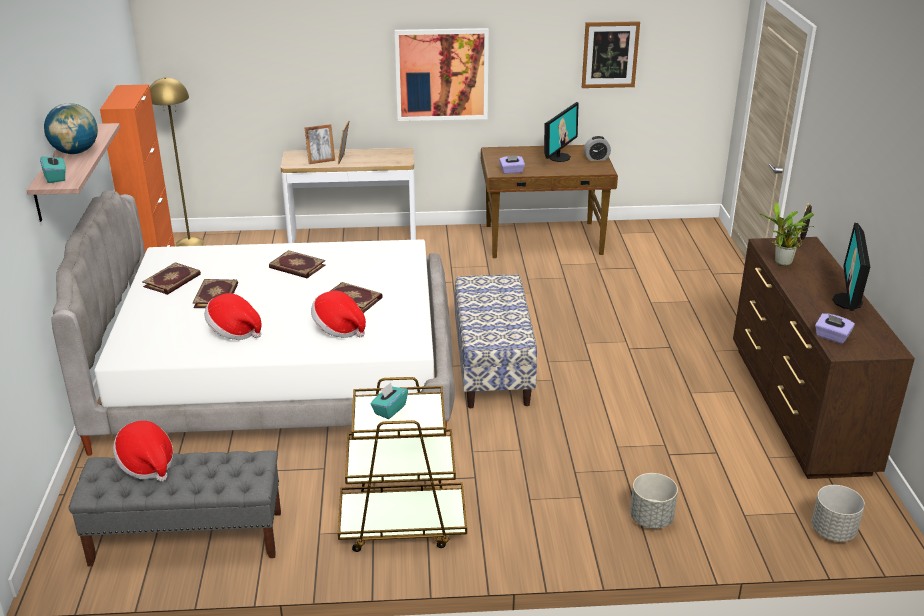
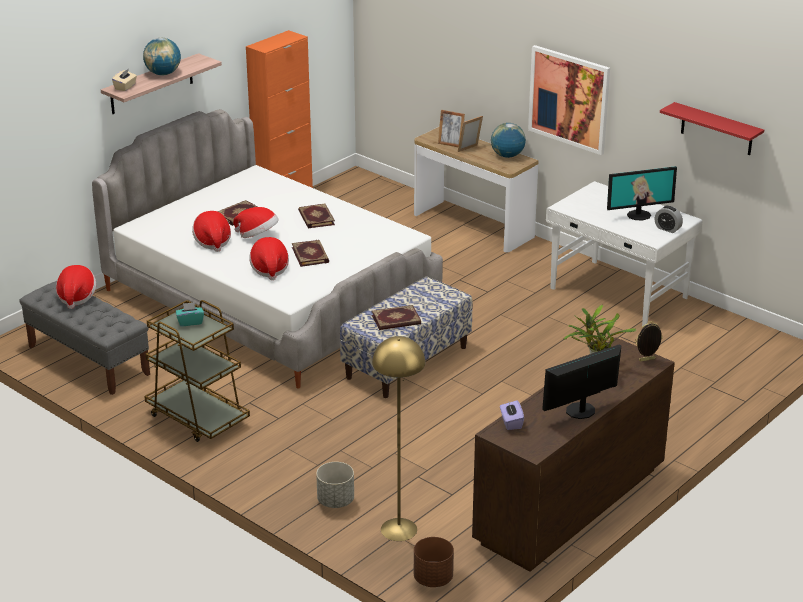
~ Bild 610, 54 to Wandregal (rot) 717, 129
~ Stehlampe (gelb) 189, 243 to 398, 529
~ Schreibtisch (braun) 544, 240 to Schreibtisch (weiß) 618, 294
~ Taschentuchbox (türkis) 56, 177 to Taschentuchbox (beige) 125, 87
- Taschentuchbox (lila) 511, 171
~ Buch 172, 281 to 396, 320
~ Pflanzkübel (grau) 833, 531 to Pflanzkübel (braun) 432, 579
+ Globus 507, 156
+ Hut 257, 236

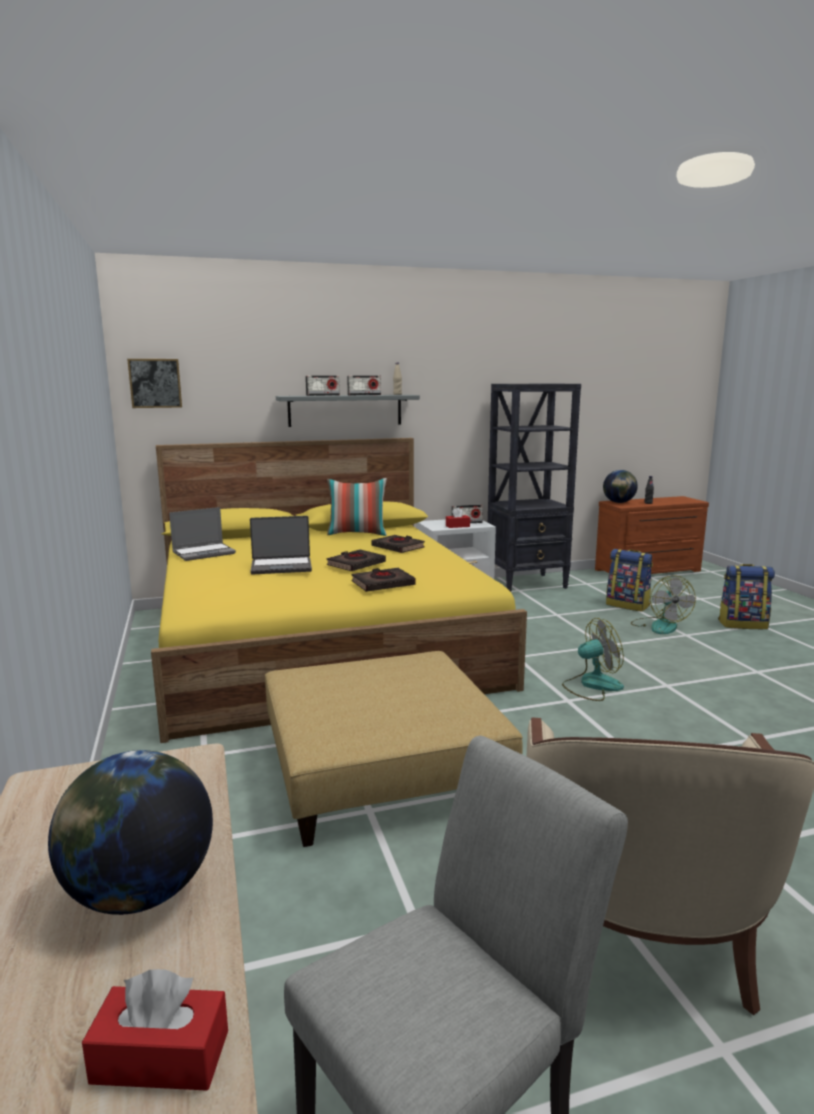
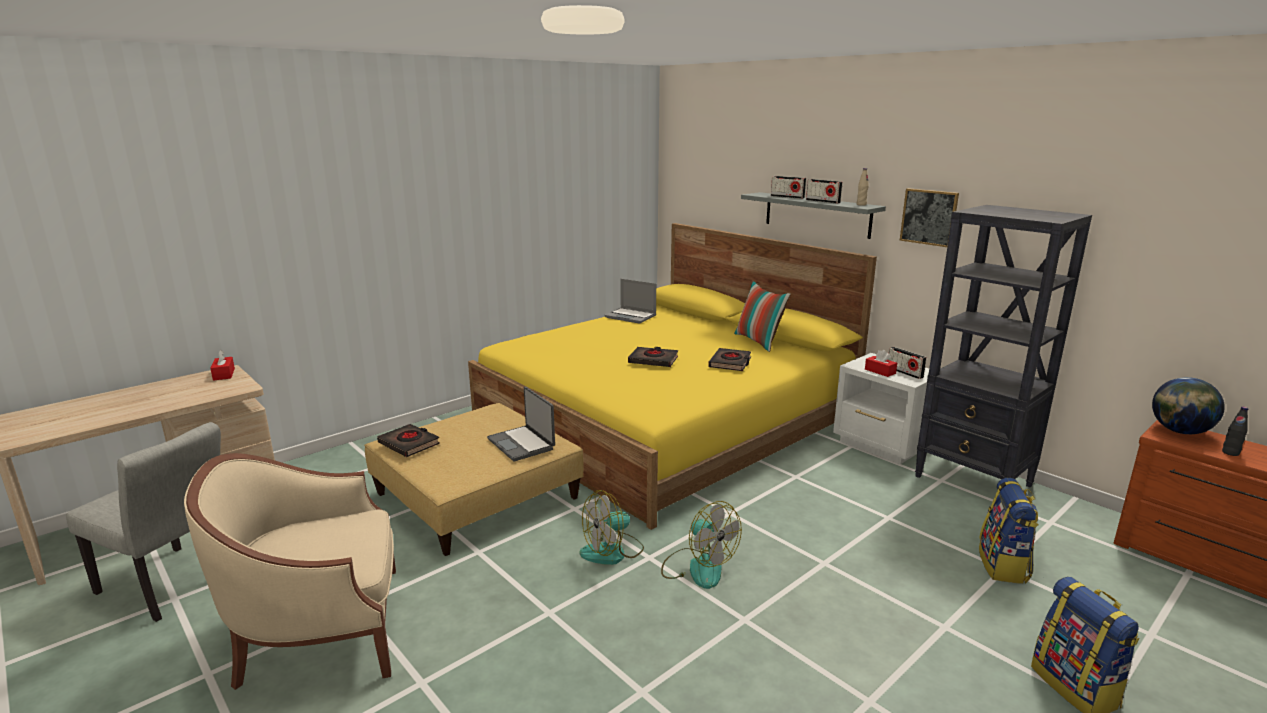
~ Bild 155, 383 to 929, 217
~ Laptop 281, 567 to 522, 444
~ Buch (schwarz) 383, 584 to 409, 444
~ Ventilator 659, 625 to 612, 551
- Globus 140, 893
~ Taschentuchbox (rot) 160, 1057 to 224, 374

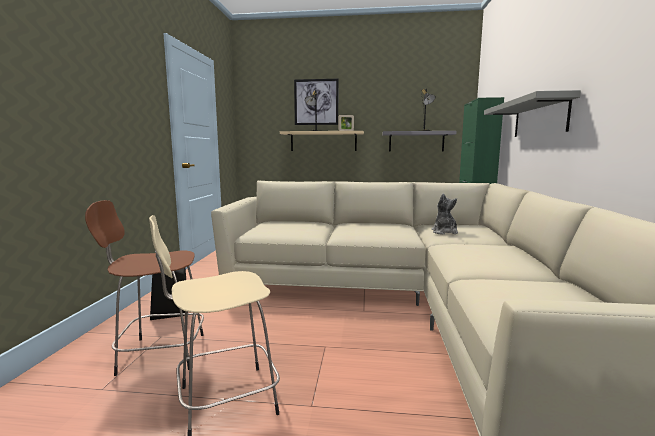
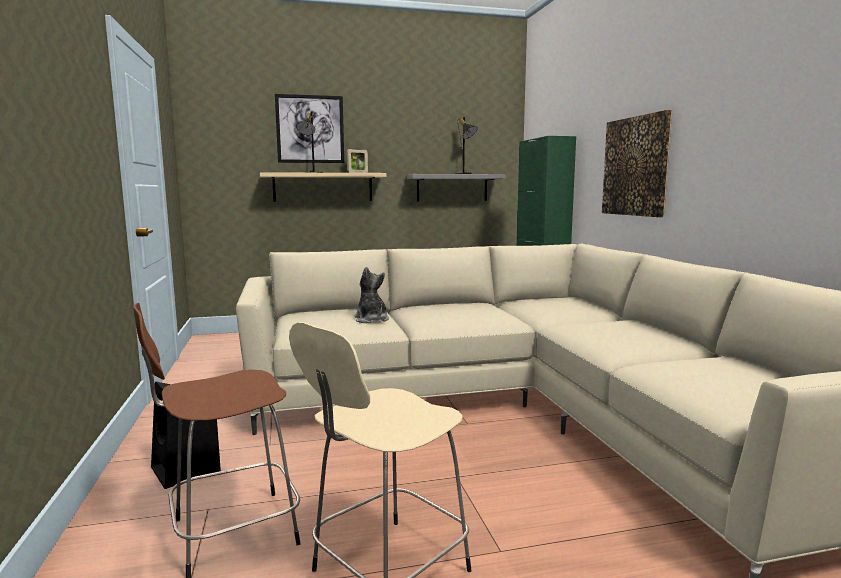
~ Wandregal (grau) 539, 118 to Bild 636, 166
~ Plüschtier 444, 232 to 371, 320

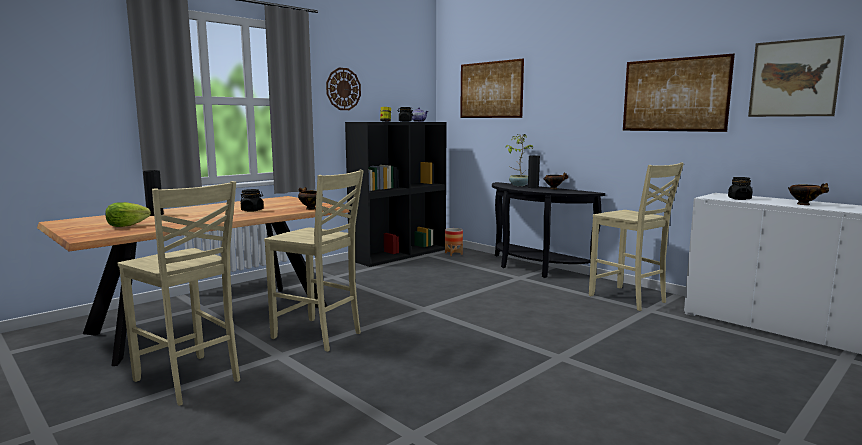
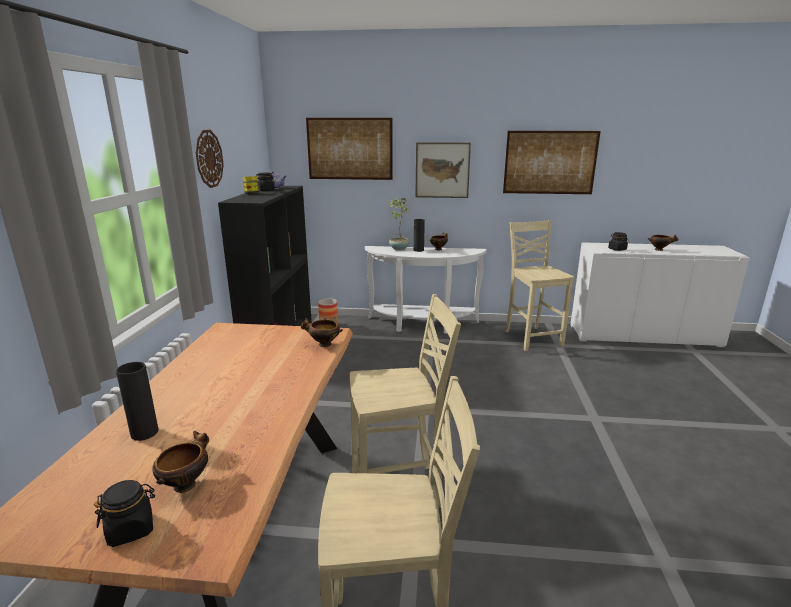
~ Bild 794, 78 to 442, 170
~ Stuhl (beige) 628, 299 = 532, 338 120 degrees counterclockwise
~ Konsolentisch (schwarz) 533, 269 to Konsolentisch (weiß) 422, 325
~ Vorratsglas (schwarz) 252, 210 to 131, 529
~ Salatkopf 126, 226 to Schüssel 186, 484

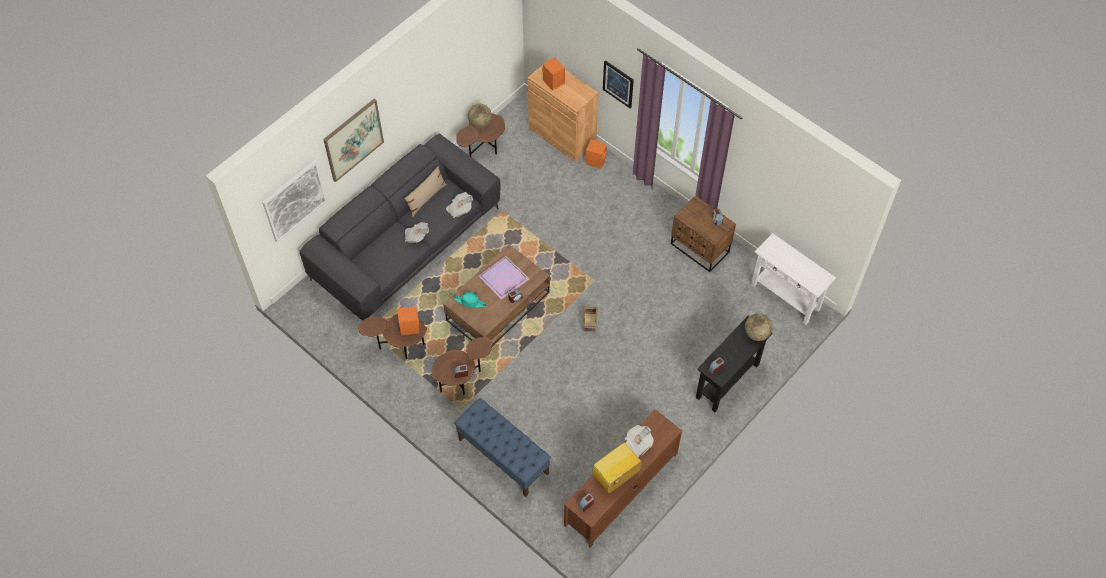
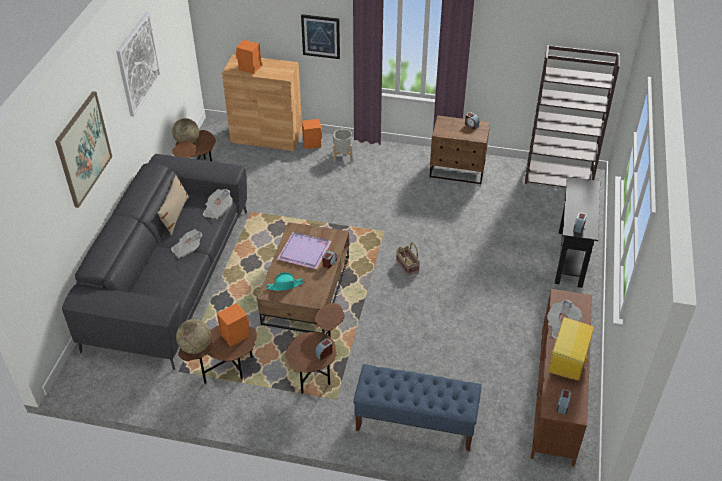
~ Bild 294, 200 to 138, 63
~ Konsolentisch (weiß) 785, 297 to Bücherregal (braun) 559, 176
~ Globus 756, 333 to 196, 347
+ Pflanzkübel (grau) 342, 155

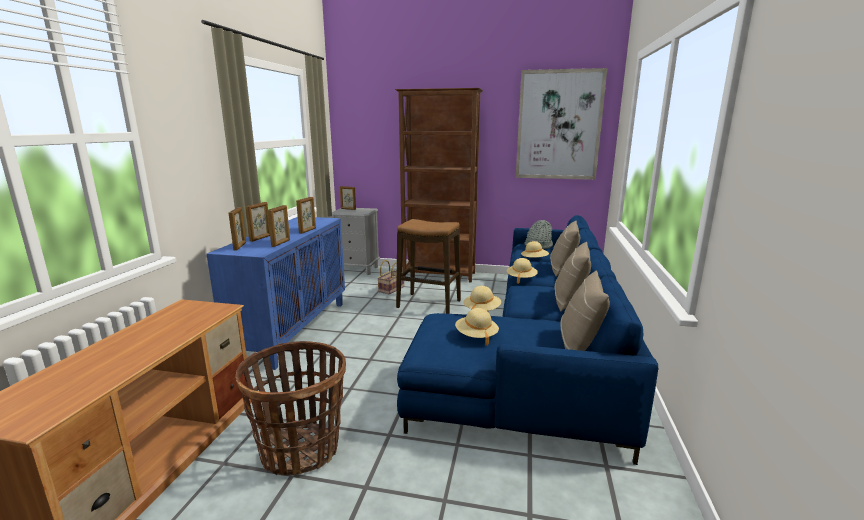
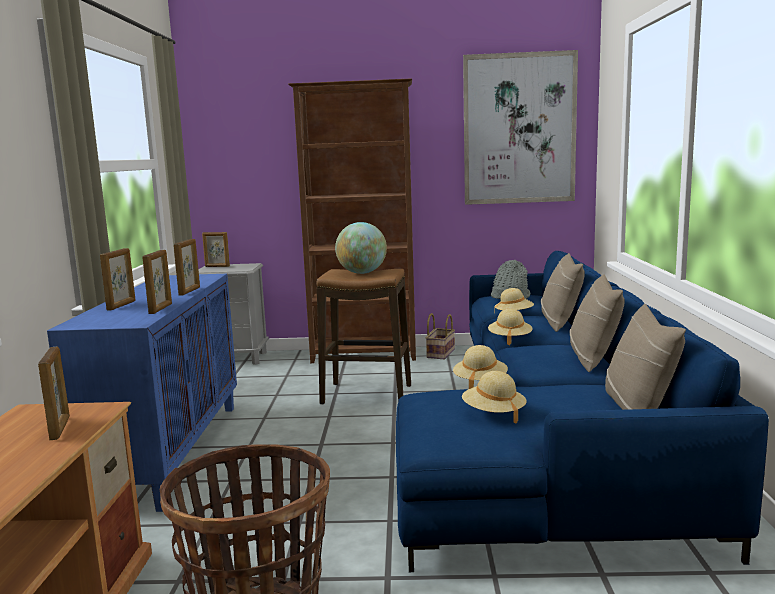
~ Bilderrahmen 240, 246 to 60, 428
~ Korb 391, 289 to 440, 353
+ Globus 362, 273

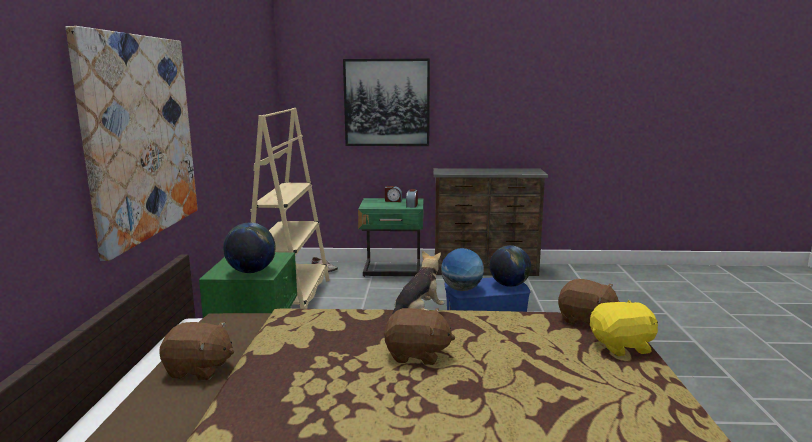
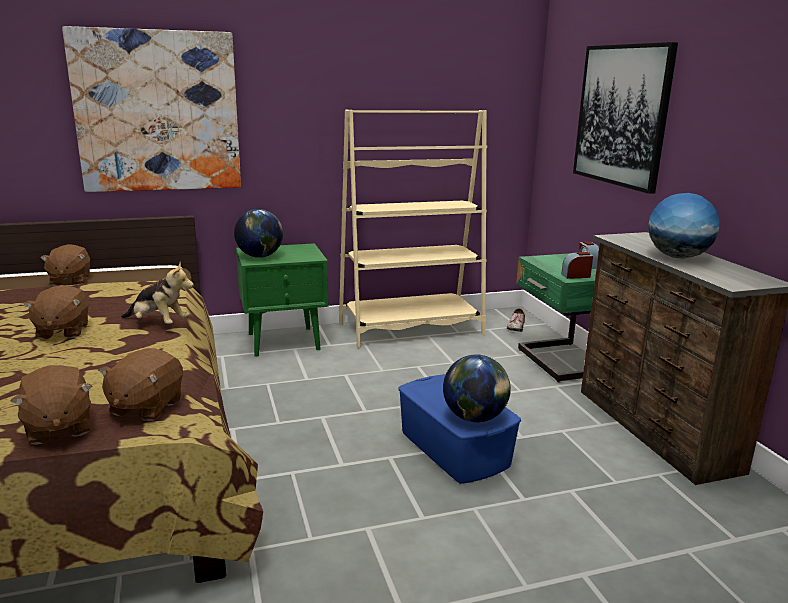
~ Globus 461, 289 to 677, 257
~ Plüschtier (gelb) 622, 346 to Plüschtier (braun) 58, 428

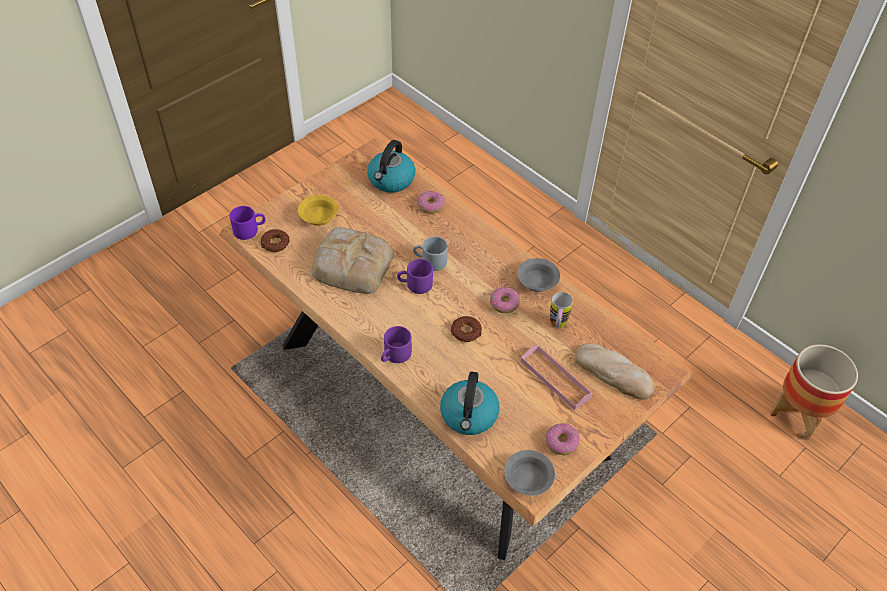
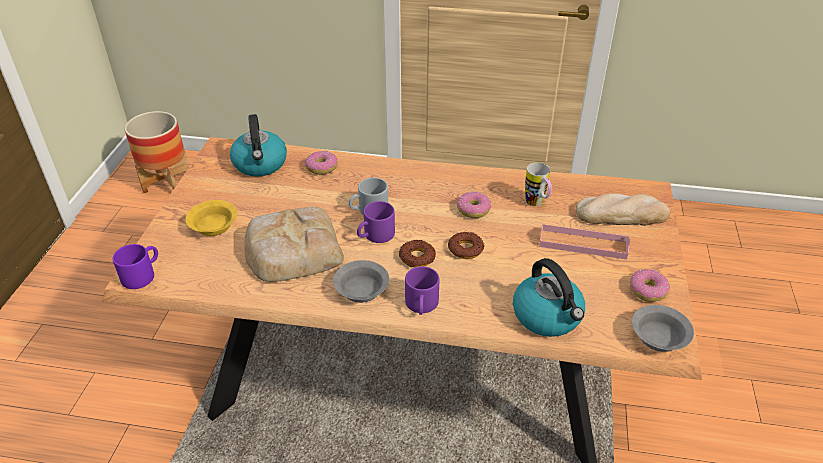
~ Donut 275, 243 to 417, 257
~ Schüssel (grau) 538, 282 to 363, 290
~ Pflanzkübel 799, 414 to 167, 183

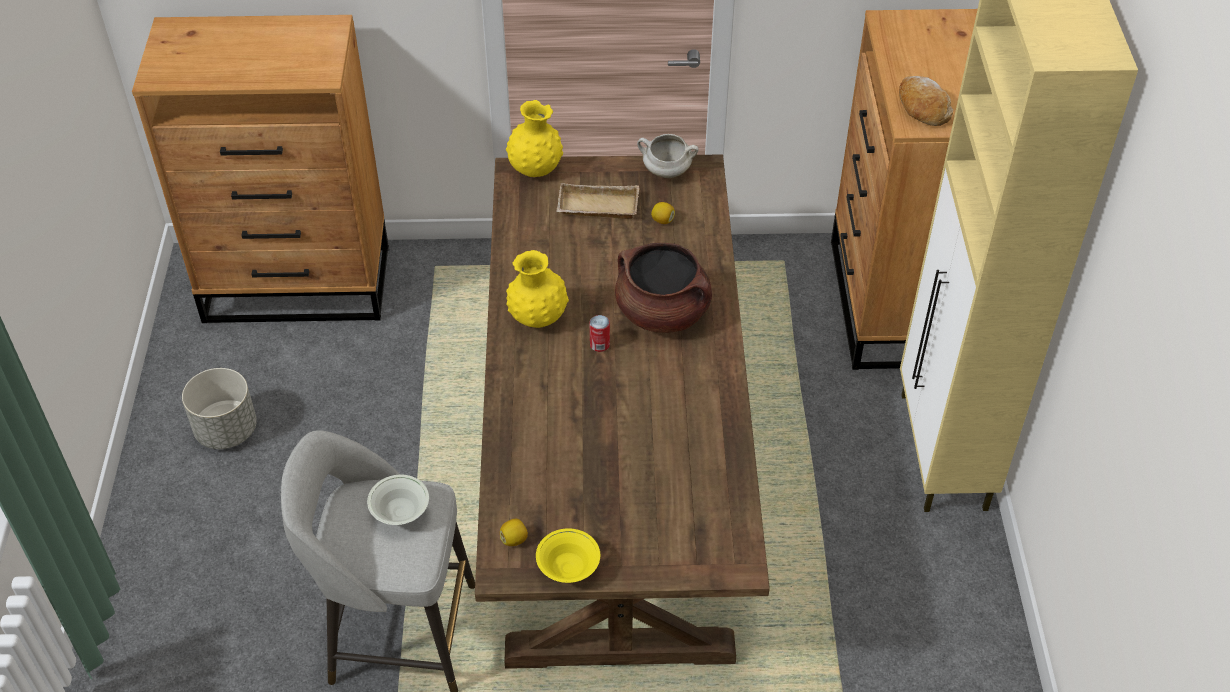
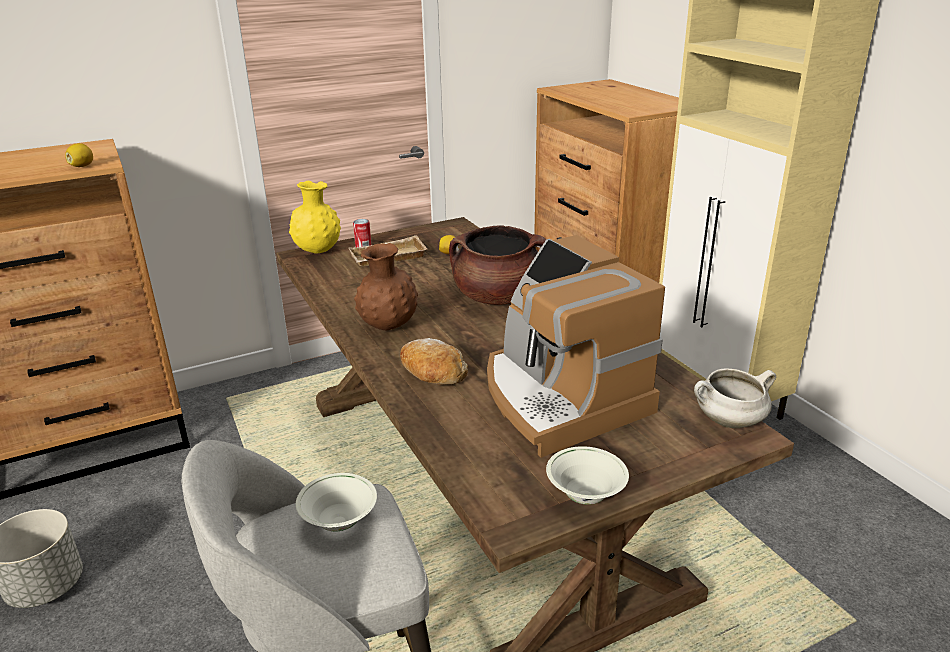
~ Brot 922, 108 to 432, 372
~ Kochtopf (weiß) 666, 172 to 729, 422
~ Vase (gelb) 538, 318 to Vase (braun) 388, 326
~ Dose 599, 344 to 363, 247
~ Zitrone 514, 539 to 82, 166
~ Schüssel (gelb) 568, 569 to Schüssel (weiß) 585, 496
+ Kaffeemaschine 559, 398

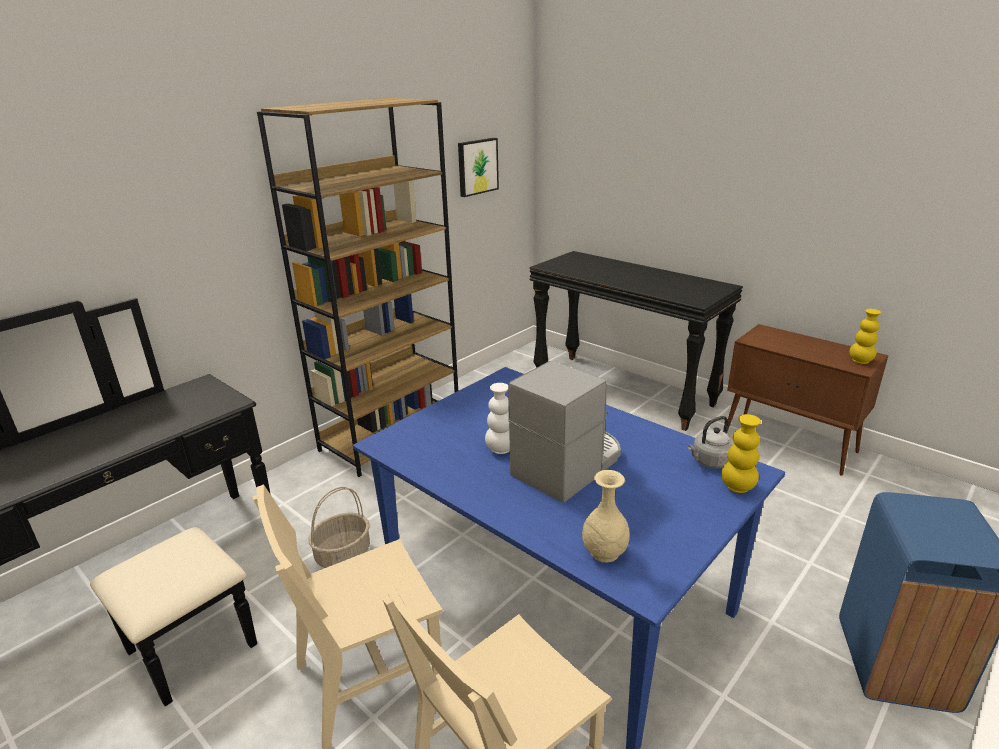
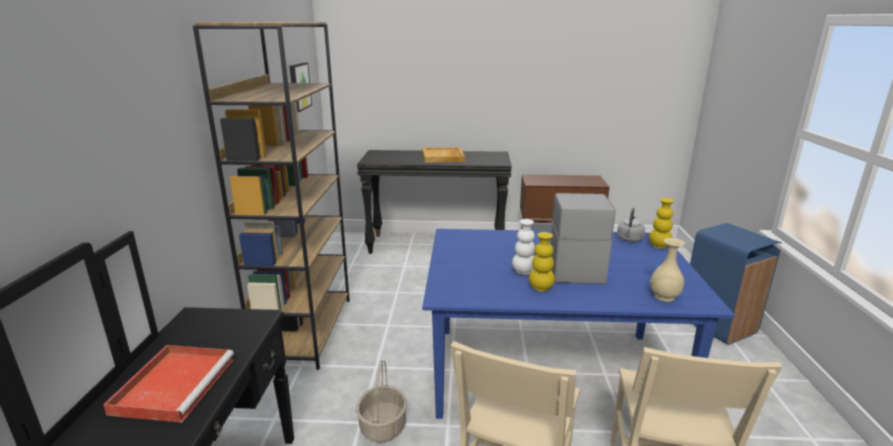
~ Vase (gelb) 860, 361 to 541, 288
+ Tablett (beige) 443, 157
+ Tablett (rot) 175, 384

